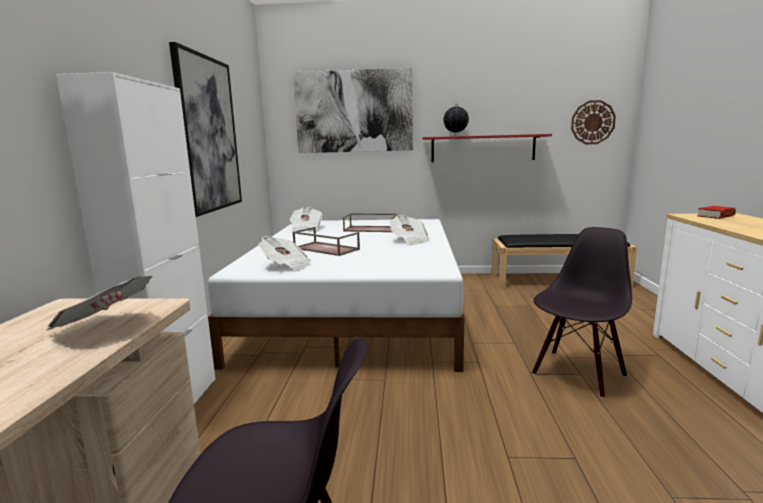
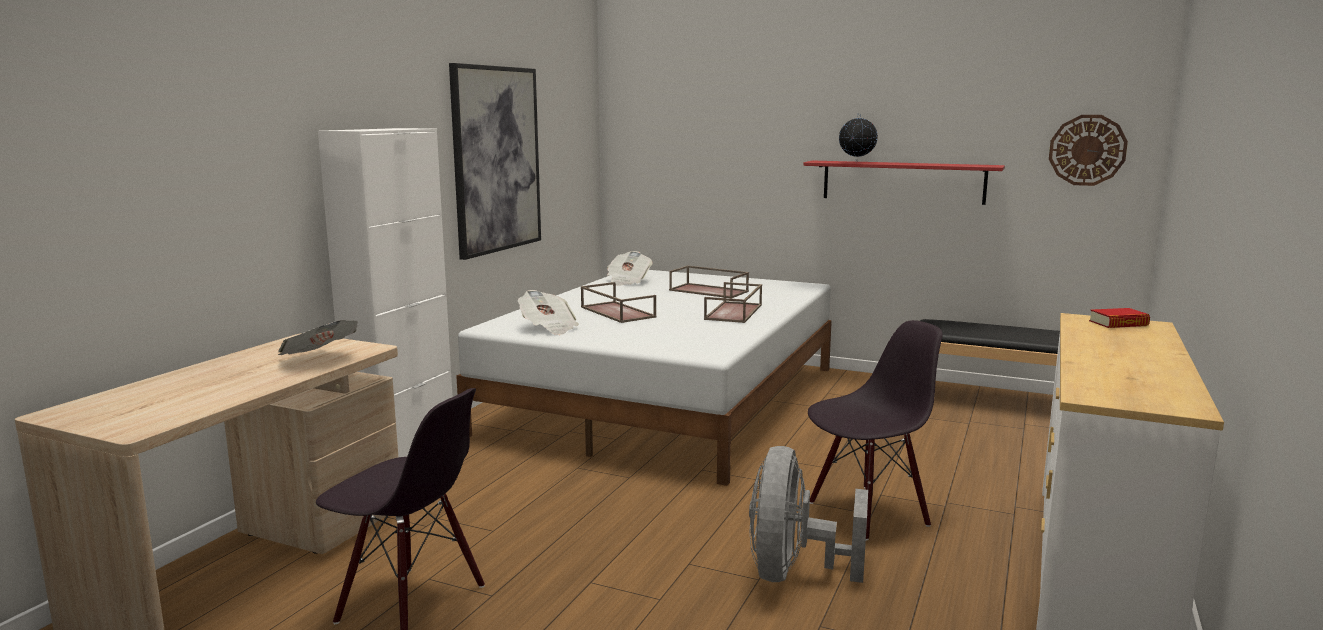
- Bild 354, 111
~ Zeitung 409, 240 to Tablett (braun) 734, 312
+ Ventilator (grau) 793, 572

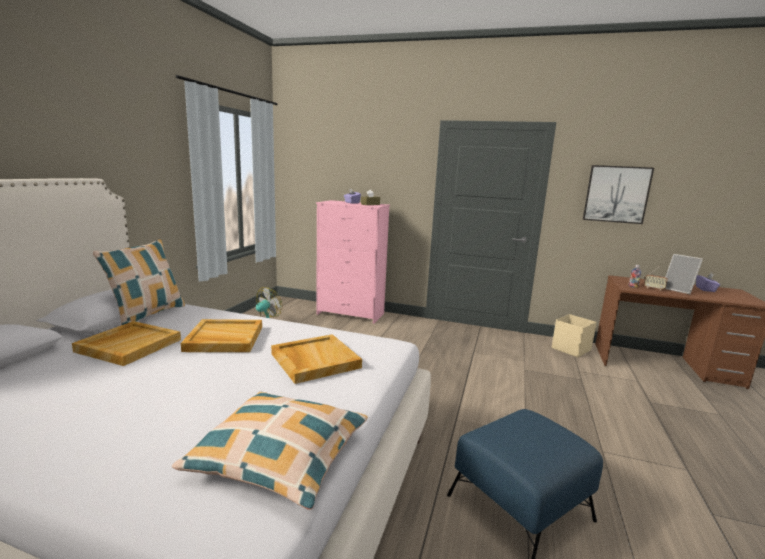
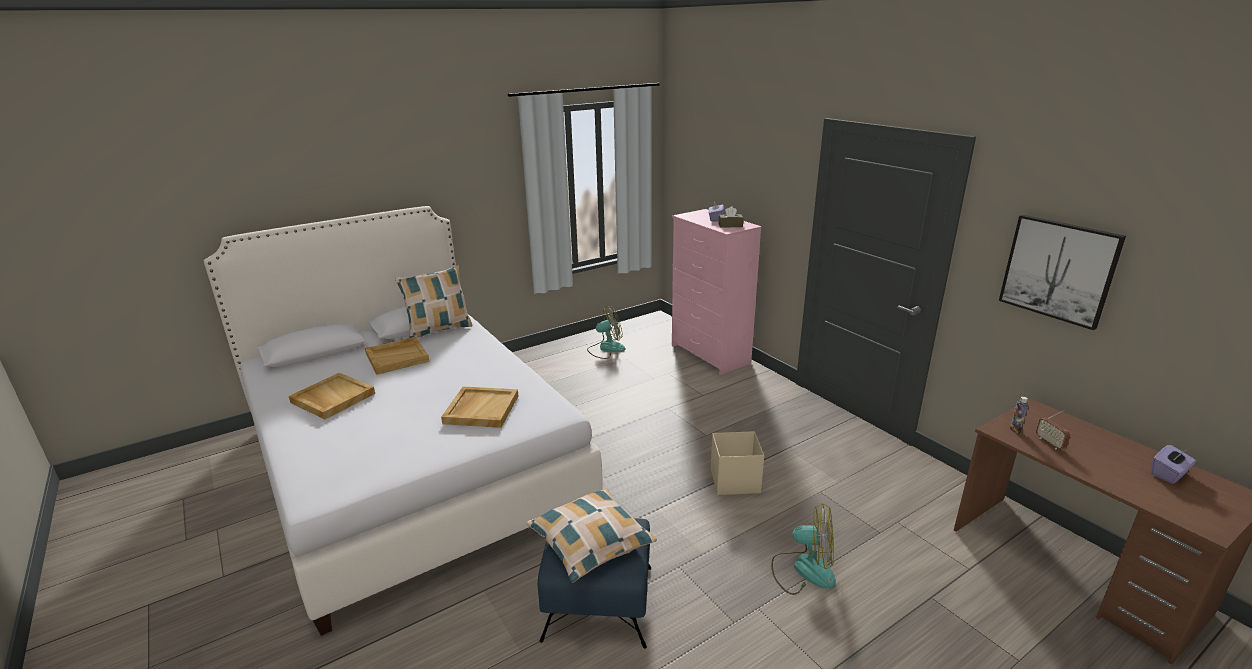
- Bilderrahmen 678, 290
~ Aufbewahrungsbox (beige) 570, 349 to 734, 481
~ Tablett (beige) 224, 339 to 332, 398
~ Kissen 280, 456 to 591, 541
+ Ventilator 803, 570

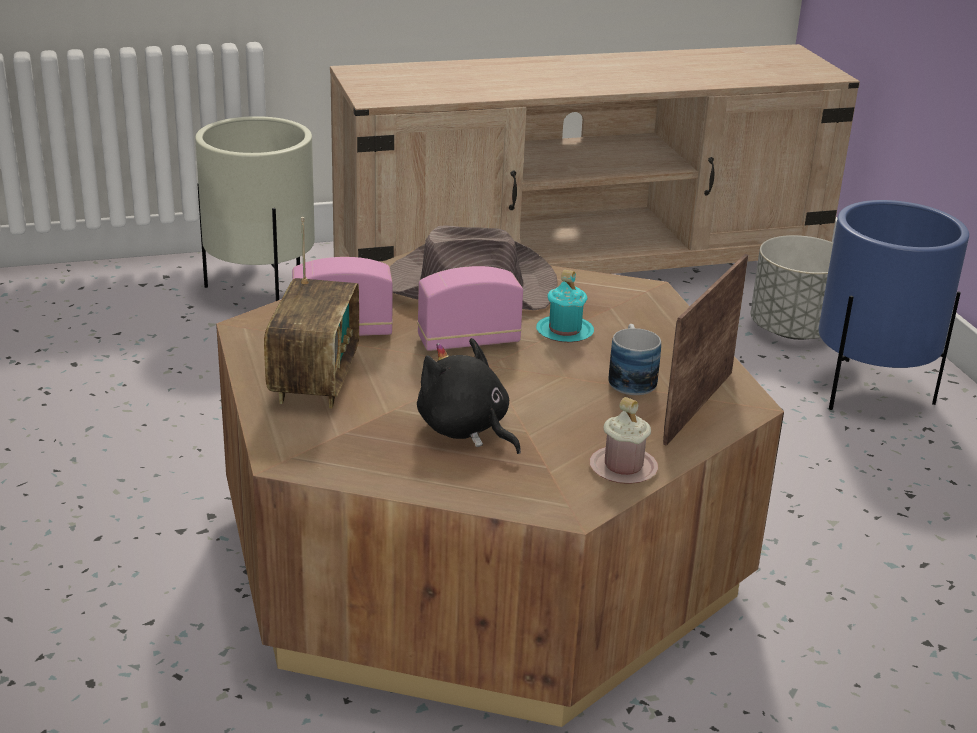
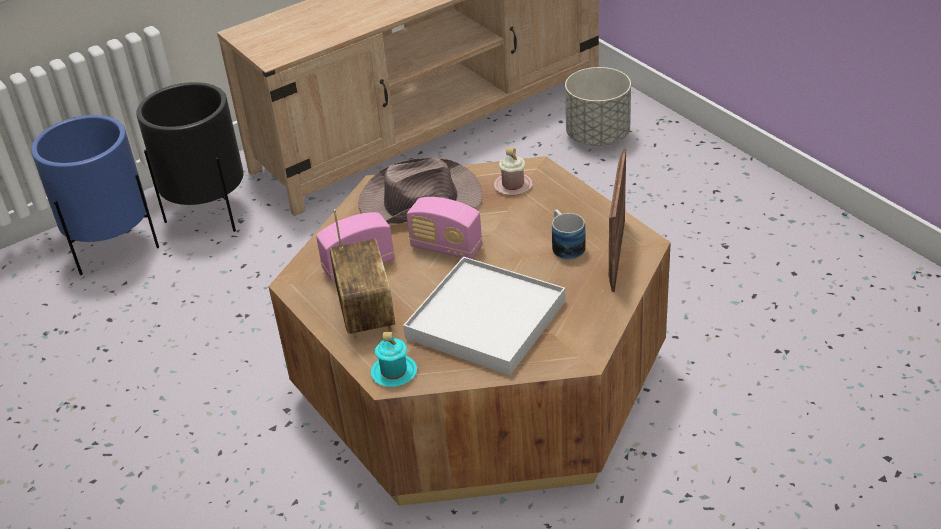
~ Pflanzkübel (beige) 261, 291 to Pflanzkübel (schwarz) 209, 213
~ Pflanzkübel (blau) 870, 391 to 114, 249
~ Radio 468, 341 = 446, 247 120 degrees counterclockwise
~ Henkelbecher (türkis) 564, 331 to 394, 372
~ Plüschtier (schwarz) 465, 430 to Tablett (weiß) 486, 320
~ Henkelbecher (rosa) 623, 468 to 513, 185

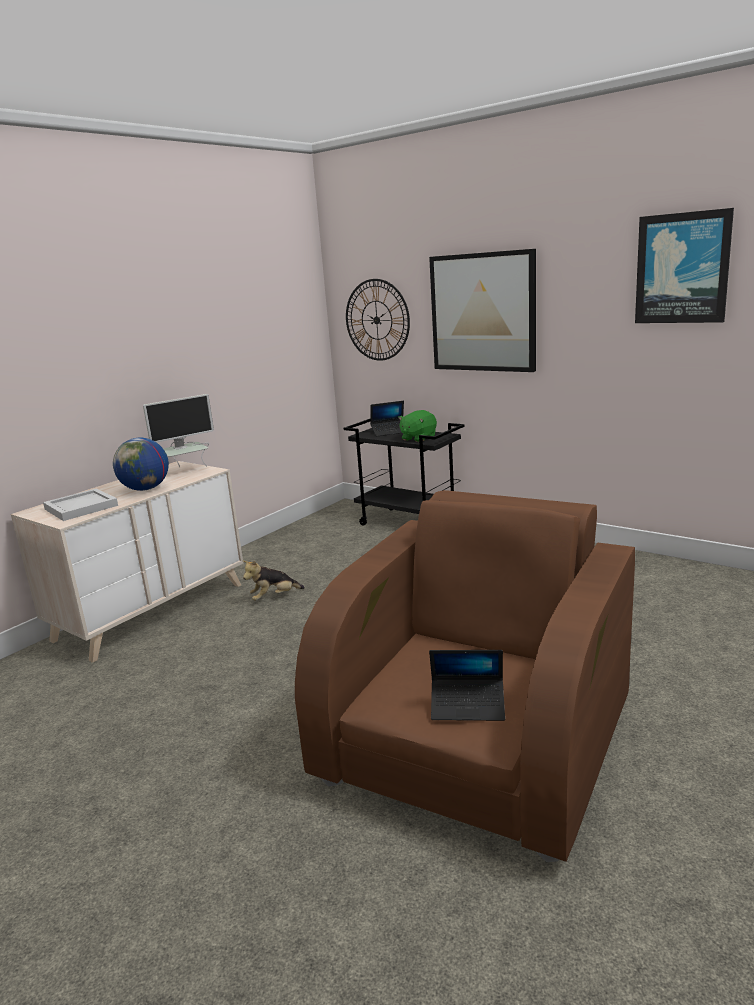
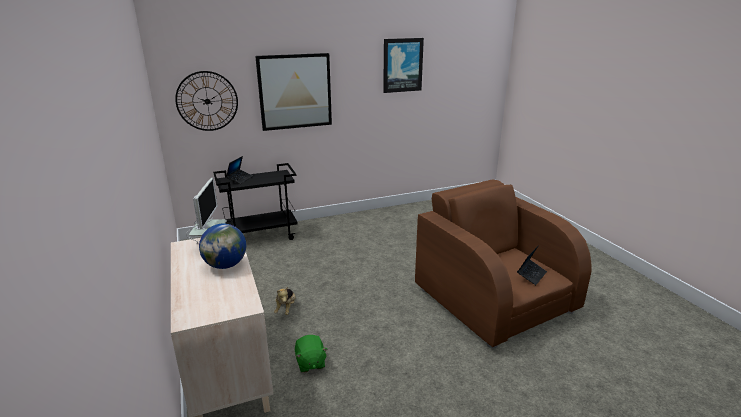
~ Plüschtier (grün) 418, 438 to 310, 363
- Tablett (weiß) 80, 507

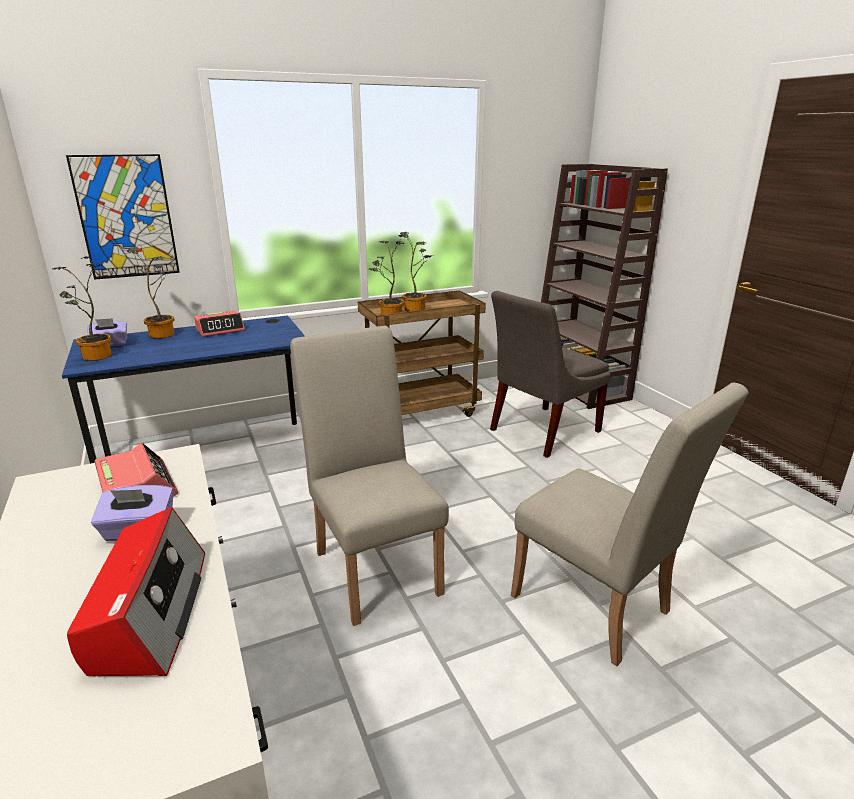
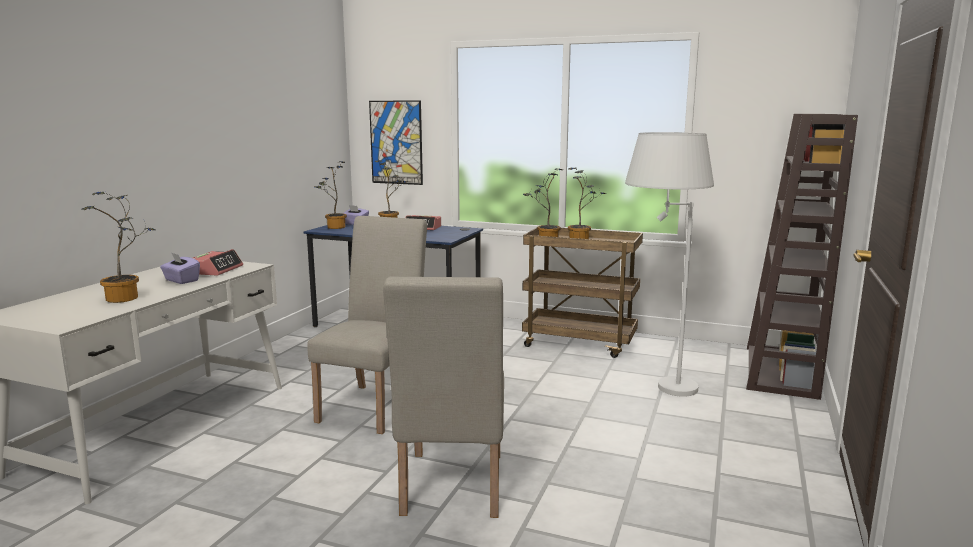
~ Stuhl (grau) 541, 432 to Stehlampe (weiß) 655, 387
~ Radio 149, 611 to Topfpflanze 127, 298

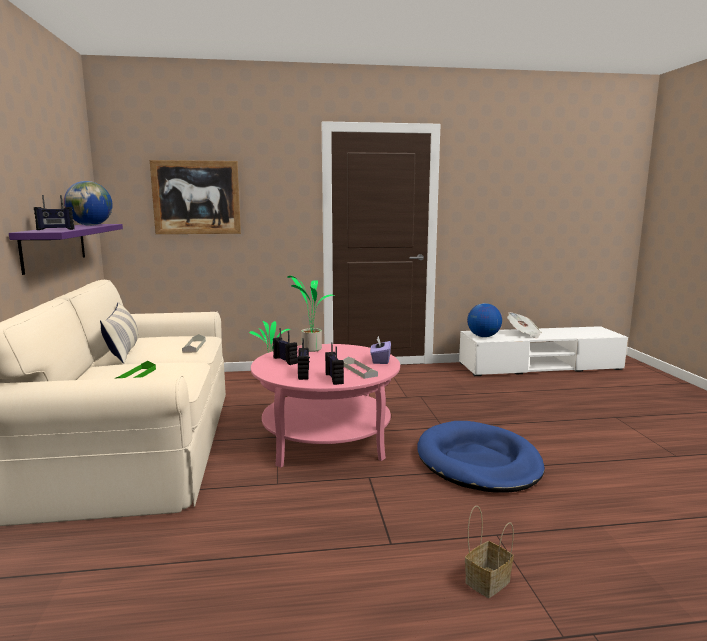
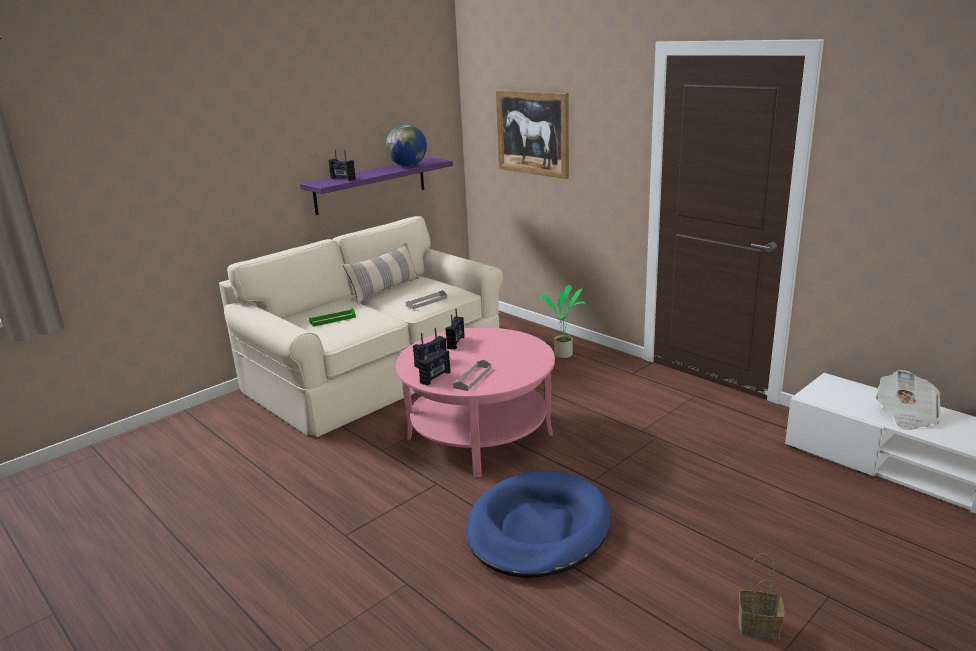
- Topfpflanze 310, 349
- Globus 483, 336
- Taschentuchbox (lila) 380, 360
~ Korb 487, 580 to 760, 625

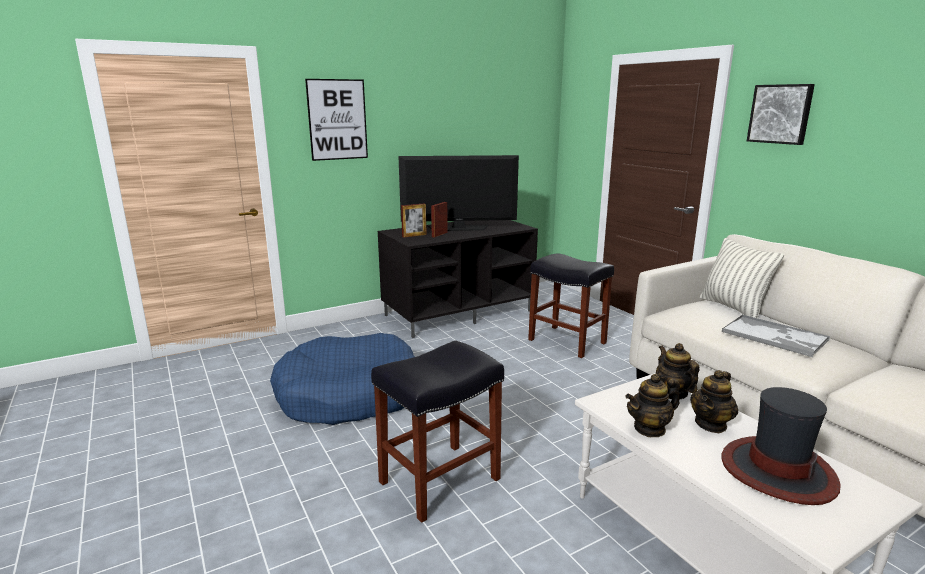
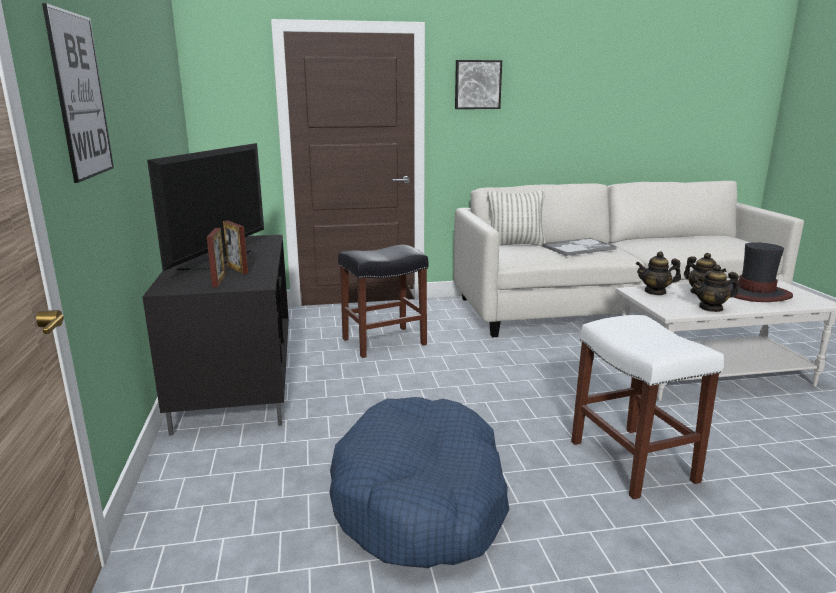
~ Hocker (schwarz) 440, 479 to Hocker (weiß) 630, 460
~ Teekanne 649, 428 = 711, 308 90 degrees clockwise

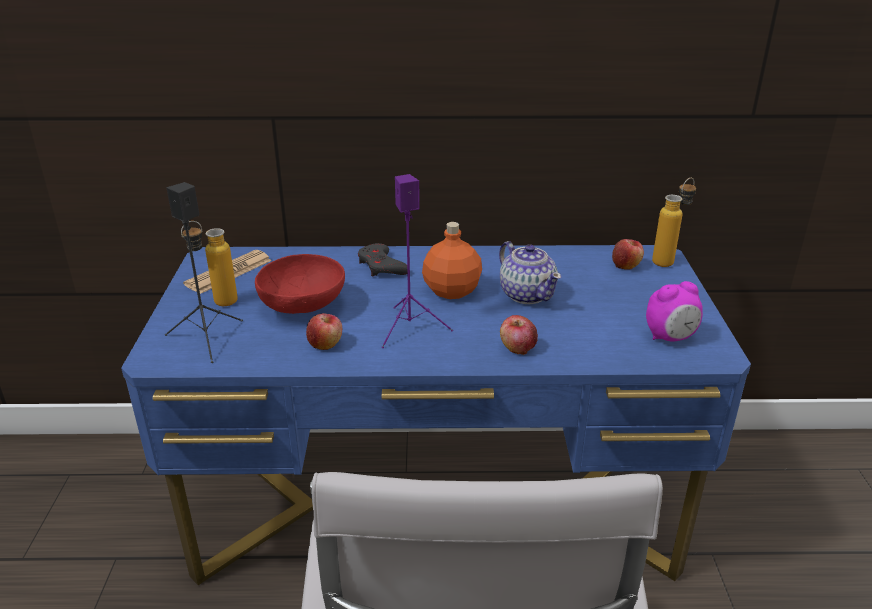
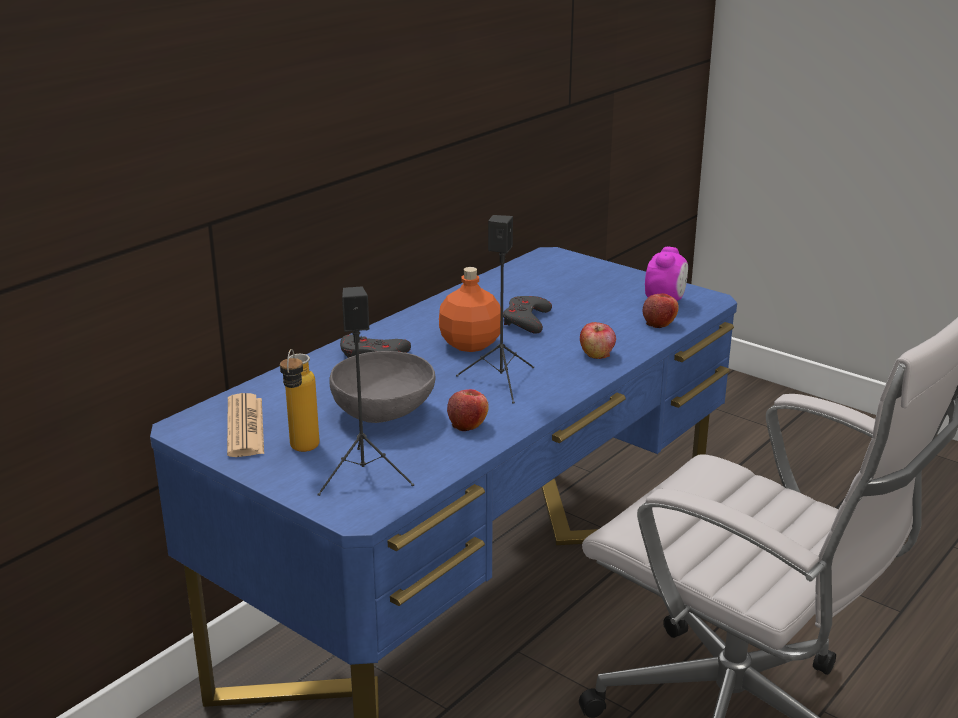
~ Lautsprecher (lila) 410, 328 to Lautsprecher (schwarz) 501, 381
- Flasche 668, 260
~ Apfel 626, 265 to 659, 323
~ Teekanne 527, 294 to Gamepad (grau) 526, 320
~ Schüssel (rot) 303, 307 to Schüssel (grau) 384, 412

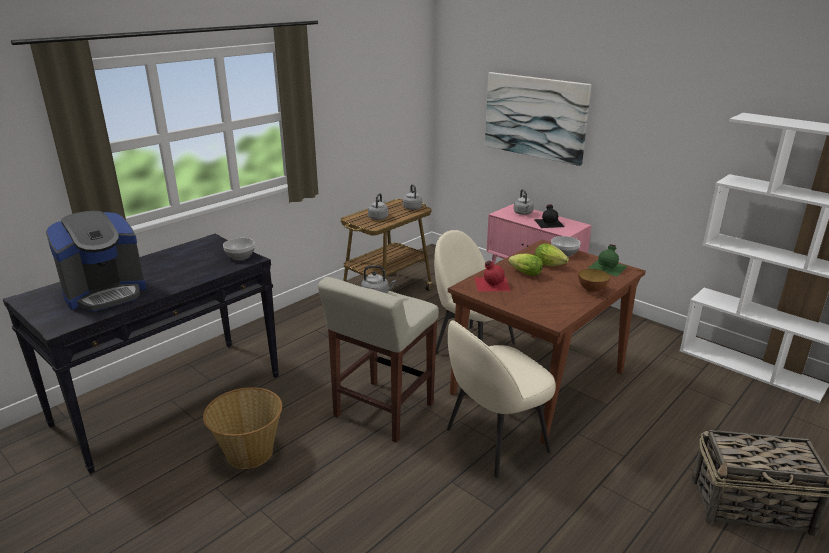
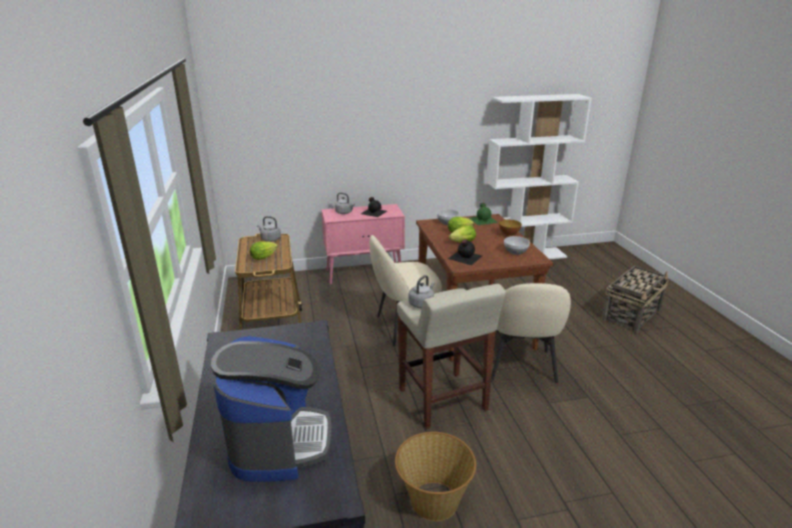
- Bild 535, 117
~ Wasserkessel (grau) 378, 217 to Salatkopf 265, 257
~ Schüssel 241, 256 to 515, 251
~ Flasche (rot) 491, 283 to Flasche (schwarz) 464, 257

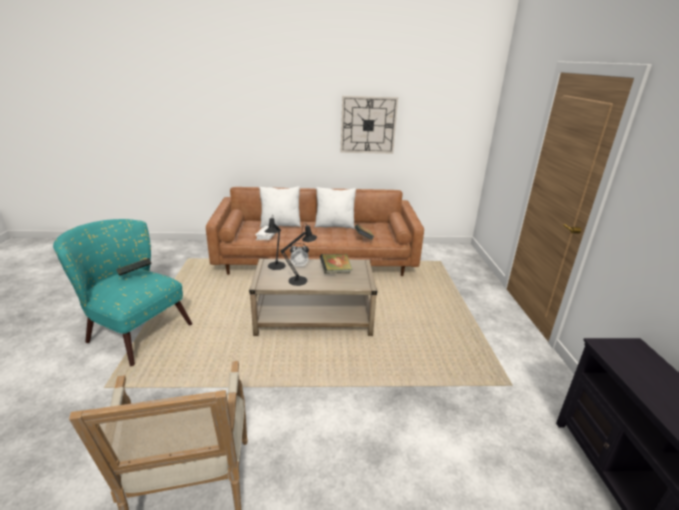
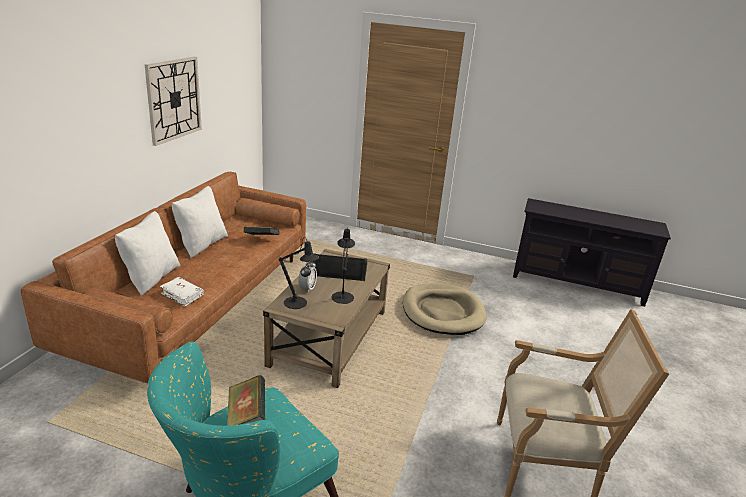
~ Buch 335, 272 to Lautsprecher (schwarz) 339, 272
+ Hundebett (beige) 443, 312

